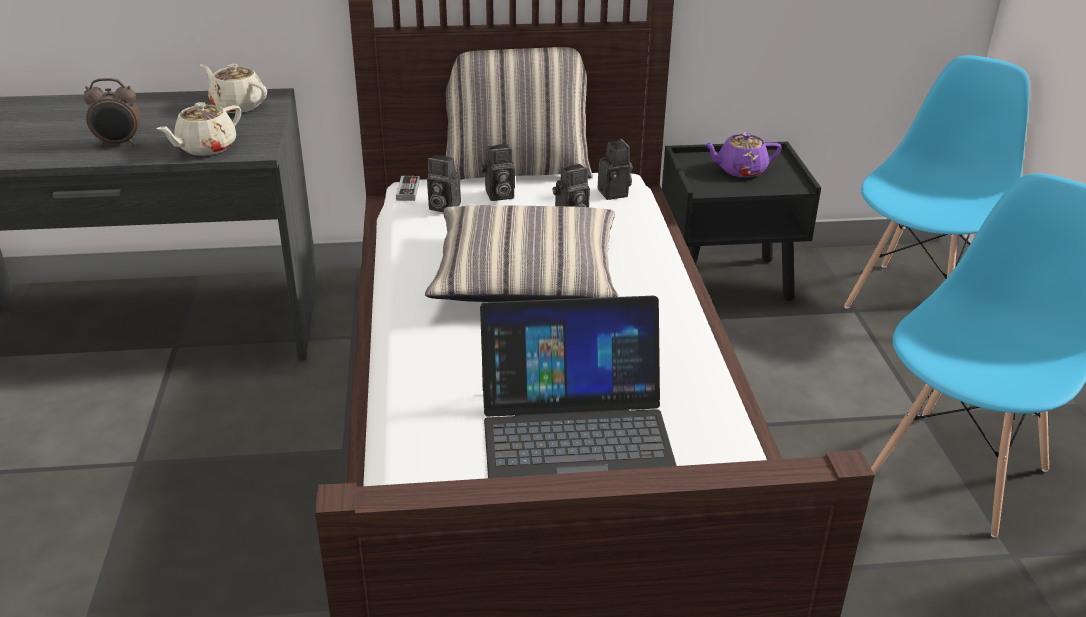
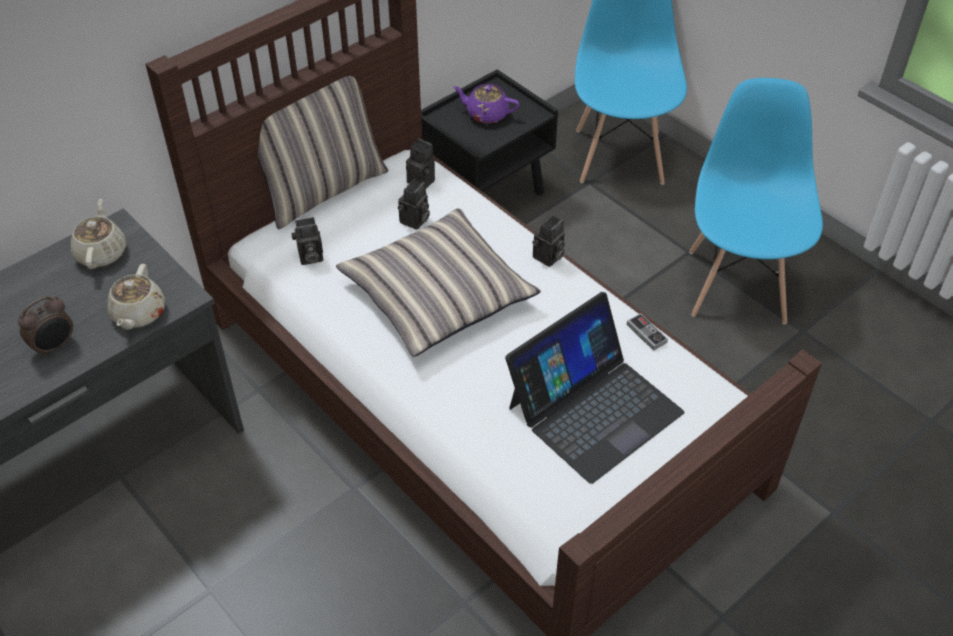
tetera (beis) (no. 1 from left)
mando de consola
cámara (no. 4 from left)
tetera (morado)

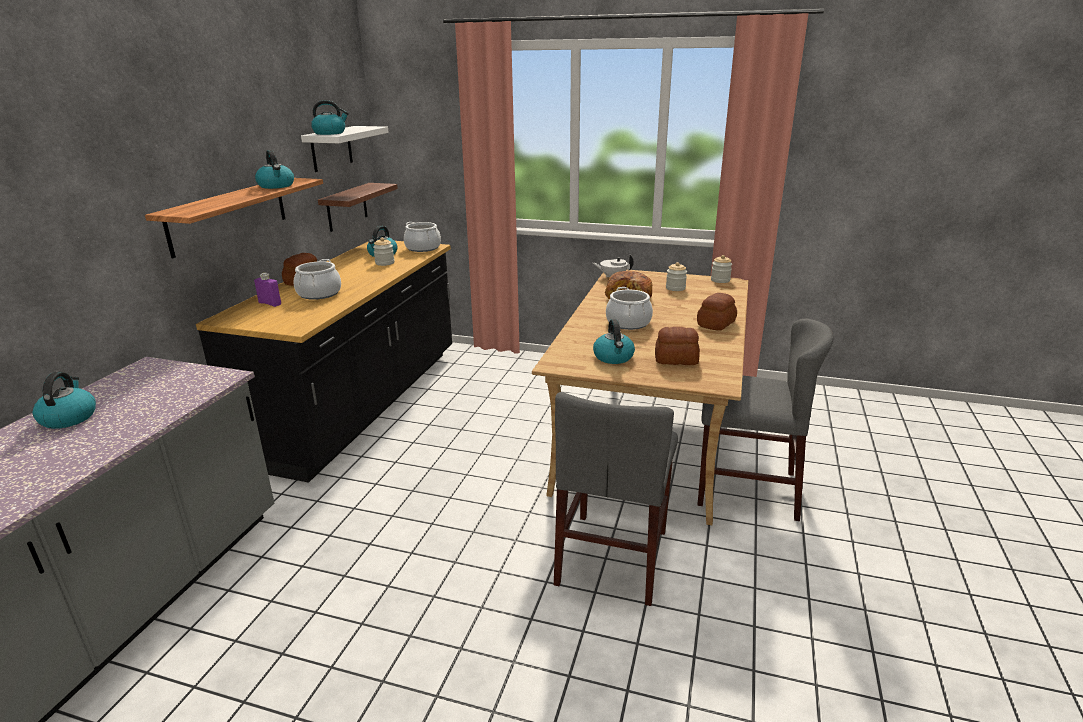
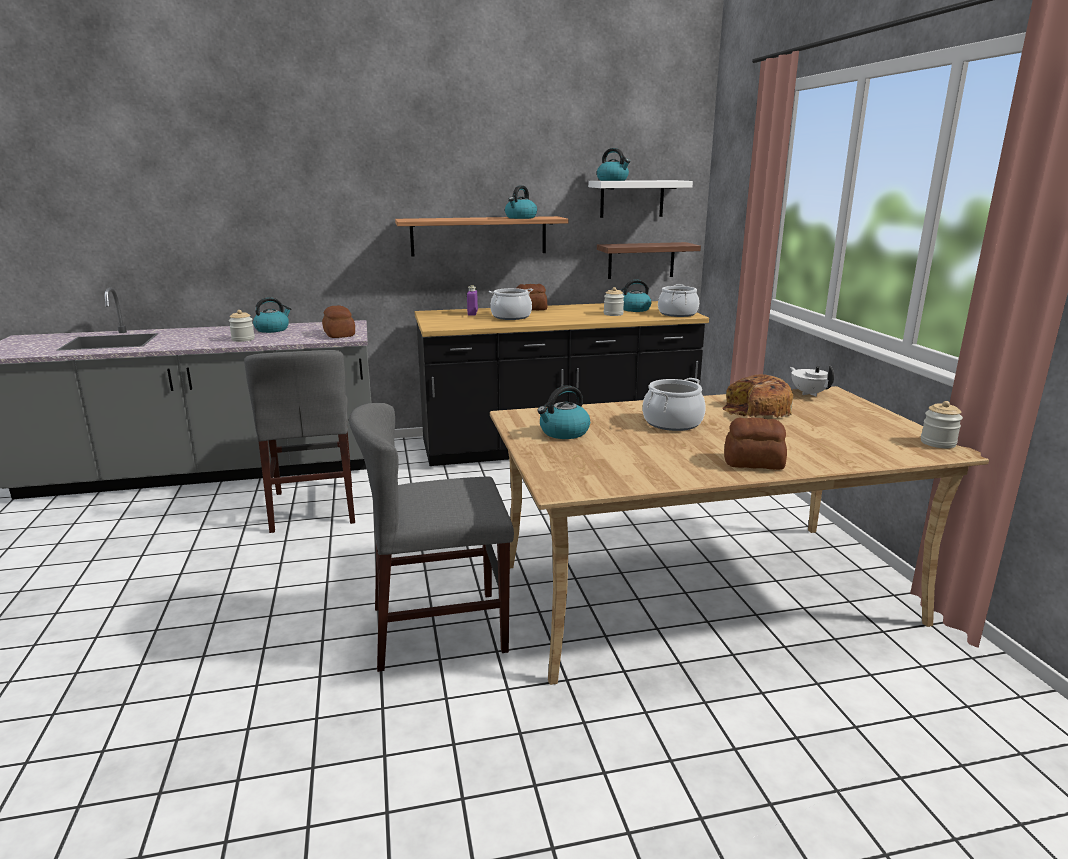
pan (no. 1 from left)
tarro (no. 1 from left)
silla (gris) (no. 1 from left)

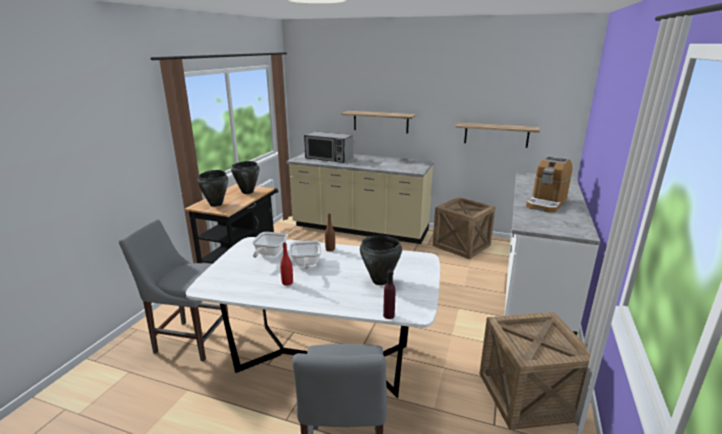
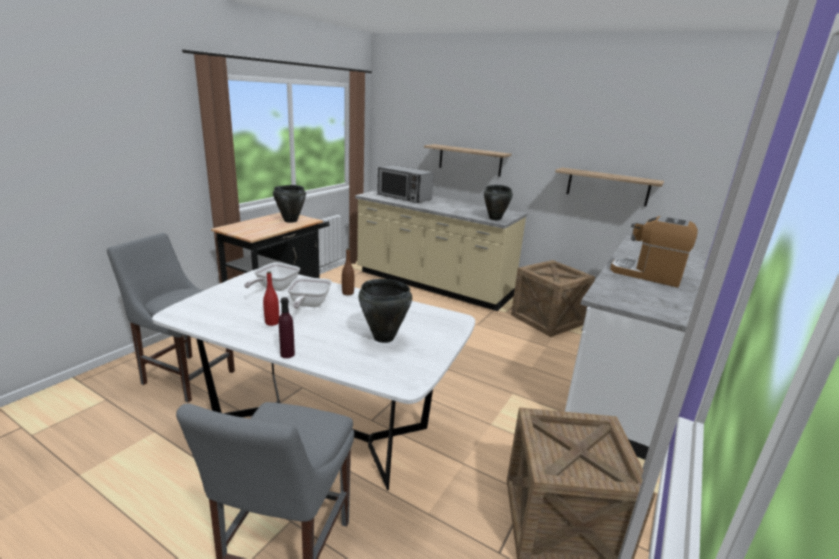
olla (negro) (no. 3 from left)
botella (morado)
cafetera

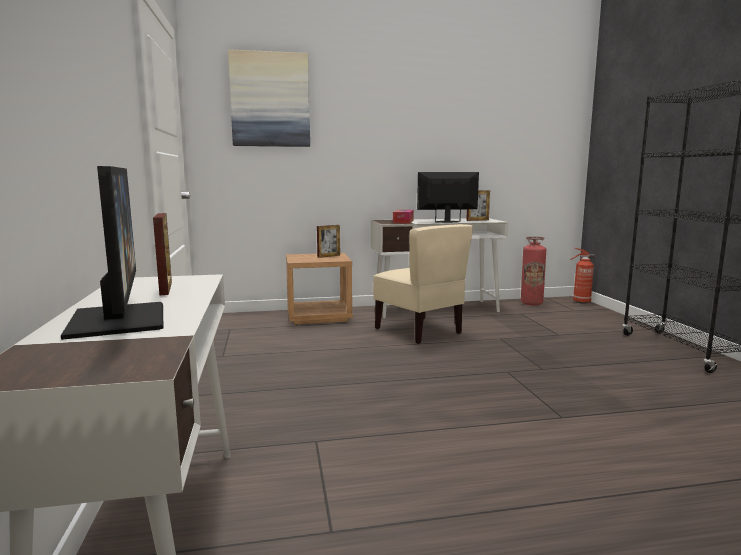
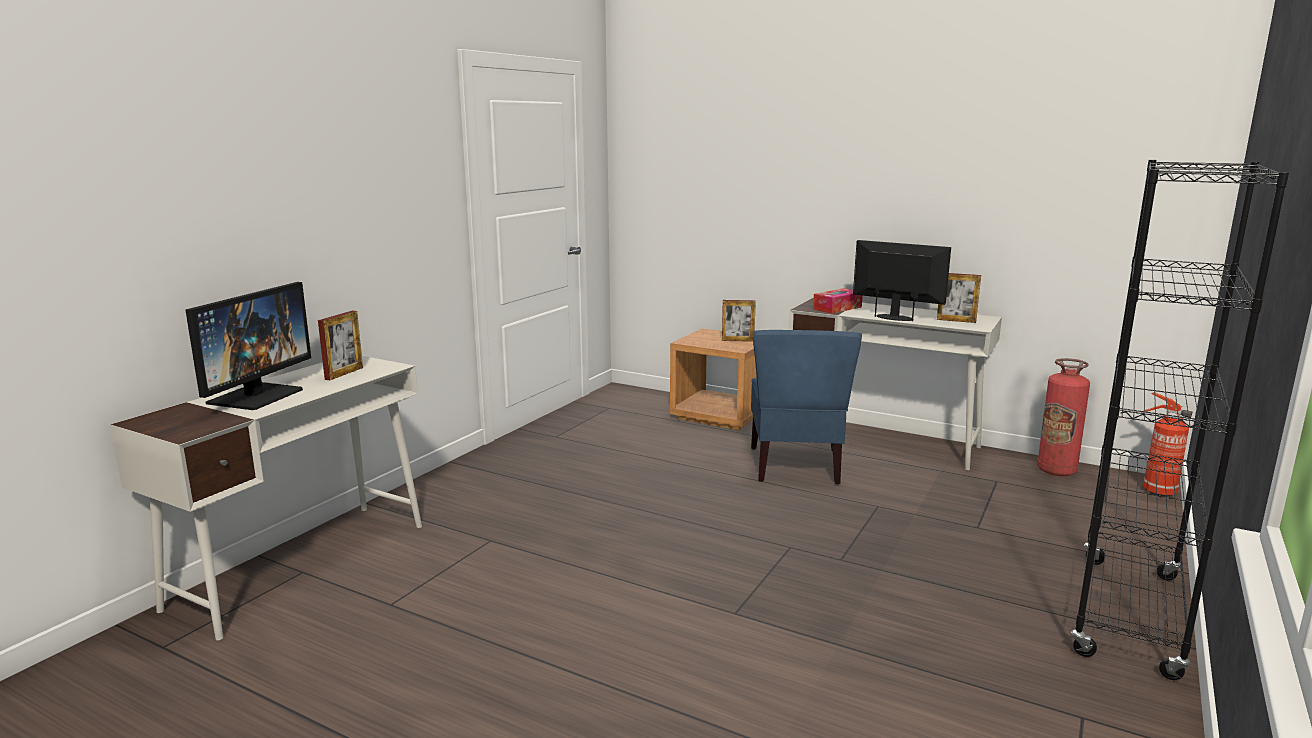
cuadro
silla (azul)

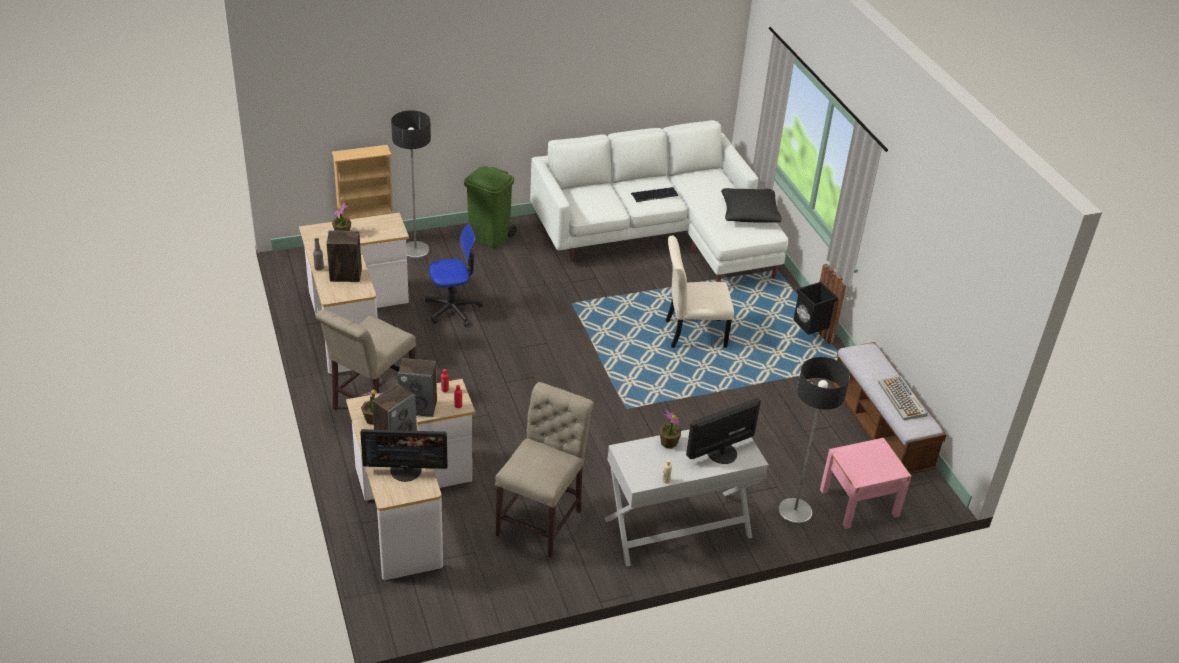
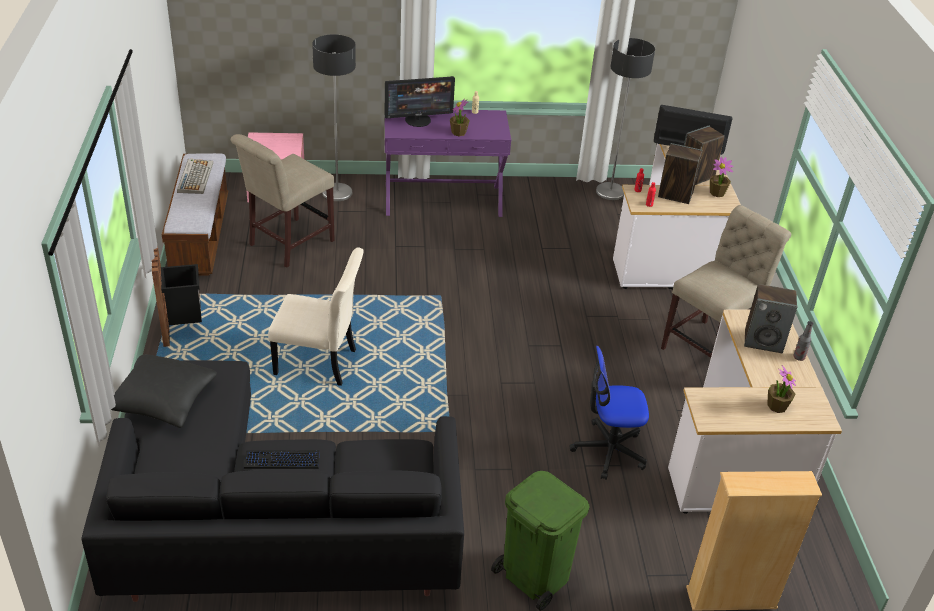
lámpara de pie (no. 2 from left)
silla (beis) (no. 1 from left)
sofá (negro)
mesa consola (morado)

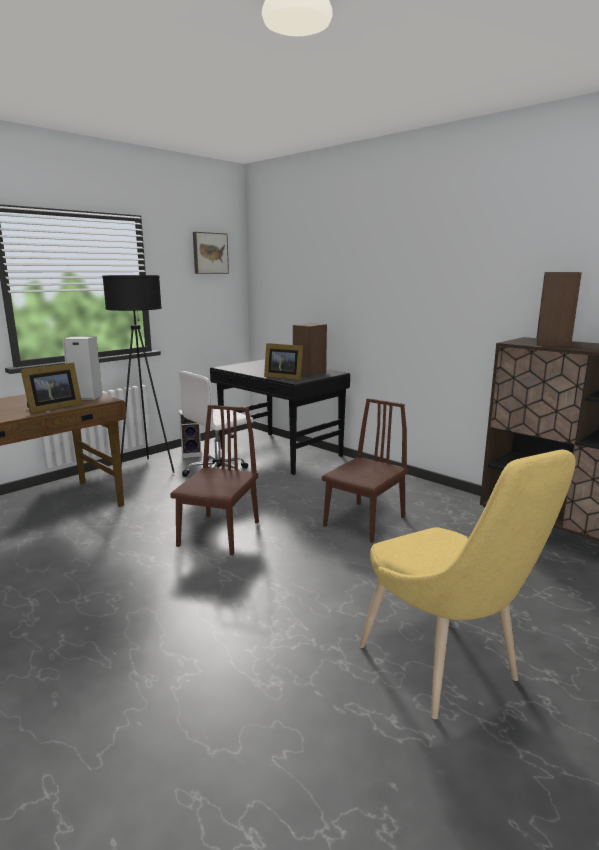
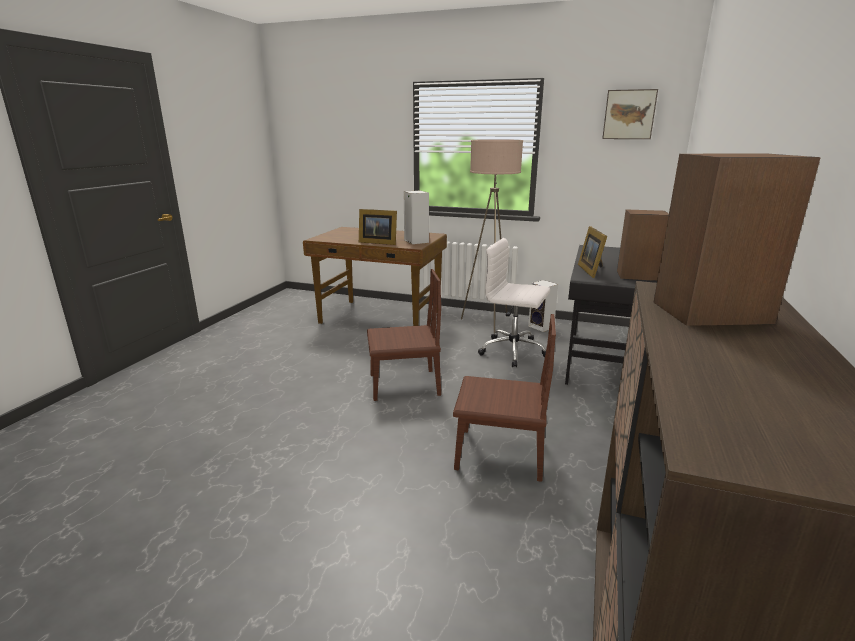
lámpara de pie (beis)
silla (amarillo)

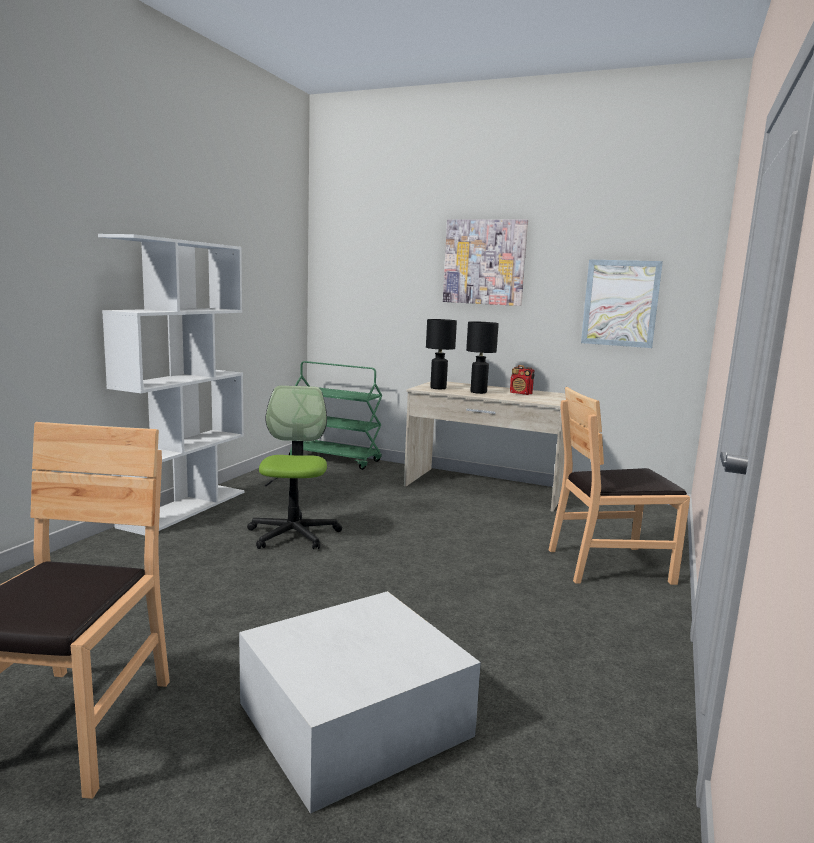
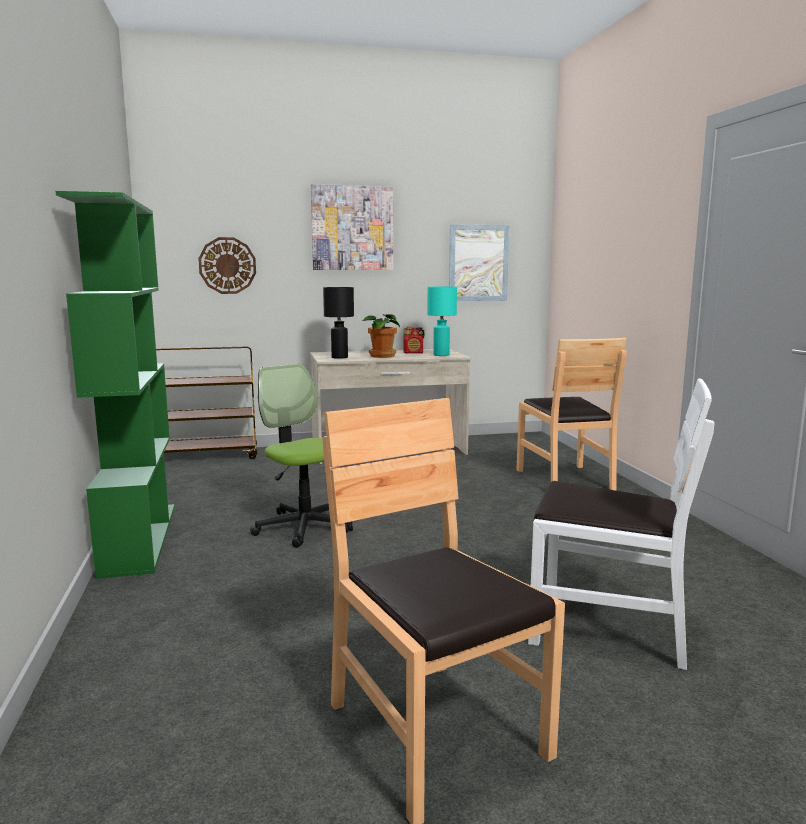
estantería (verde)
silla (blanco)
carrito (marrón)
planta en maceta
silla (marrón) (no. 2 from left)
reloj de pared
lámpara de mesa (turquesa)

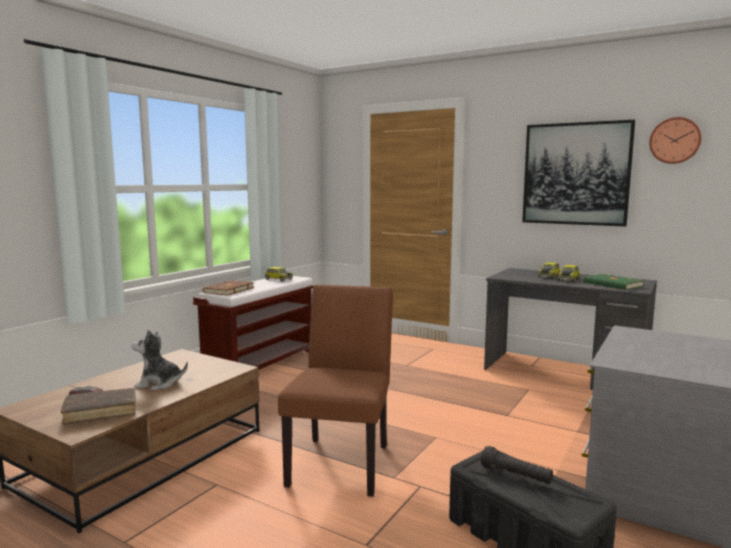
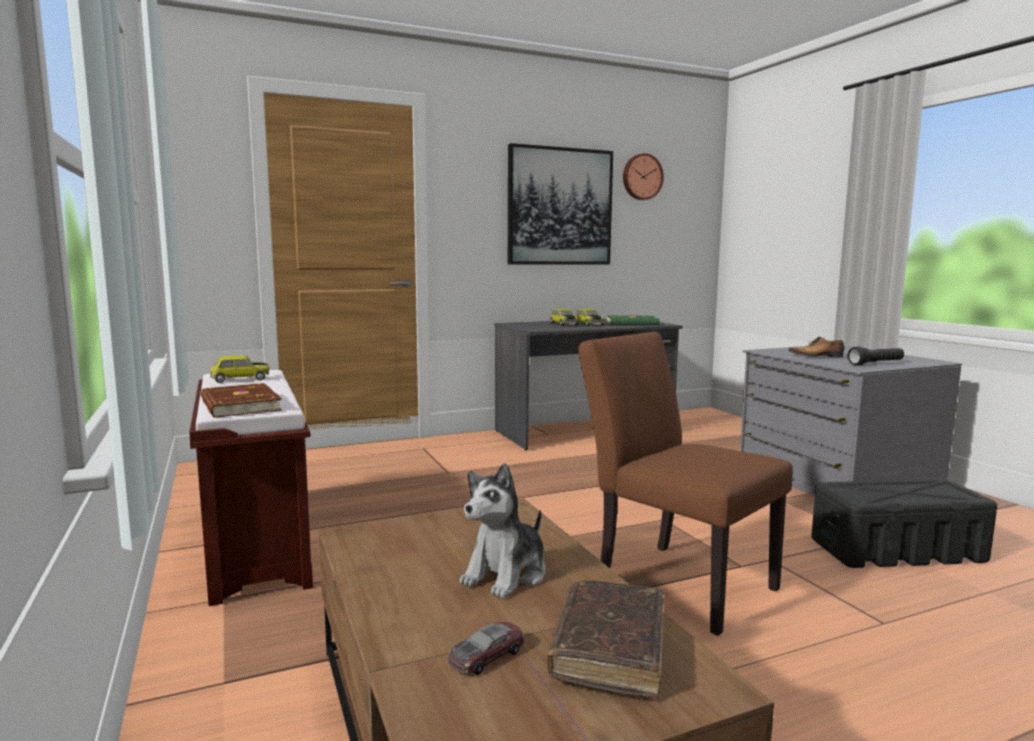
linterna (negro)
zapato

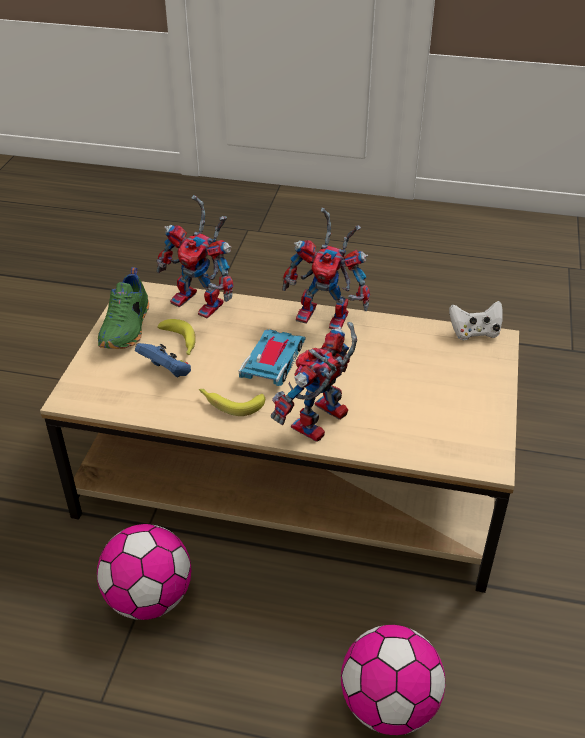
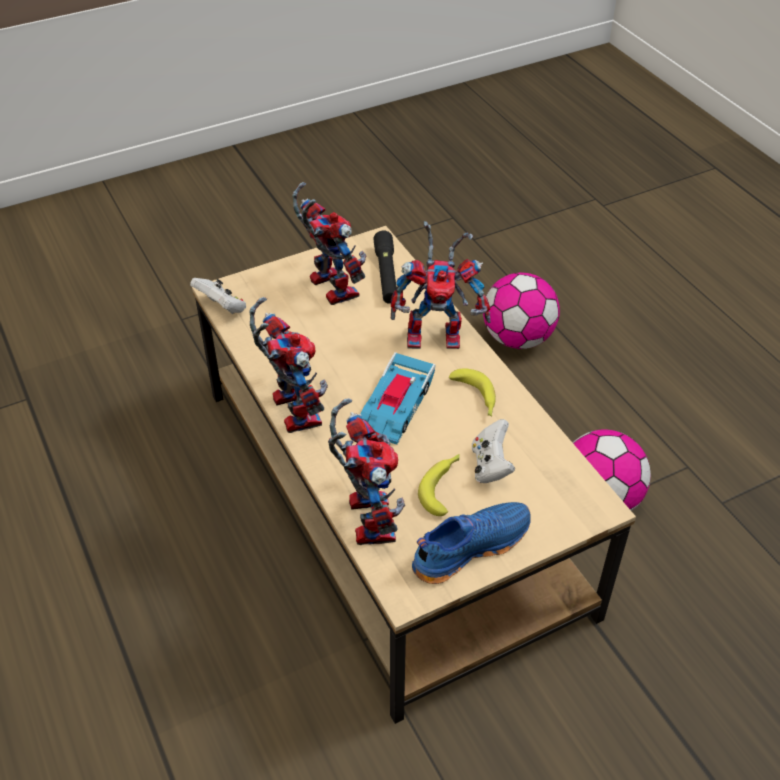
zapato (azul)
mando de consola (blanco) (no. 2 from left)
coche de juguete
robot de juguete (no. 2 from left)
linterna (negro)

